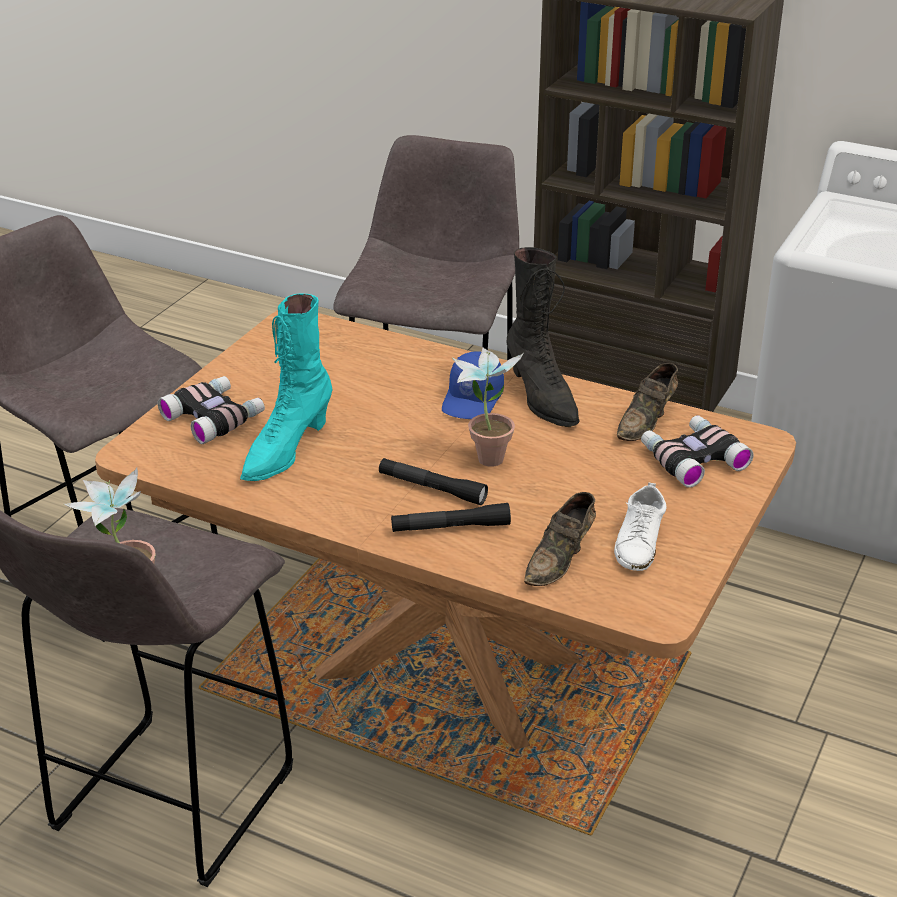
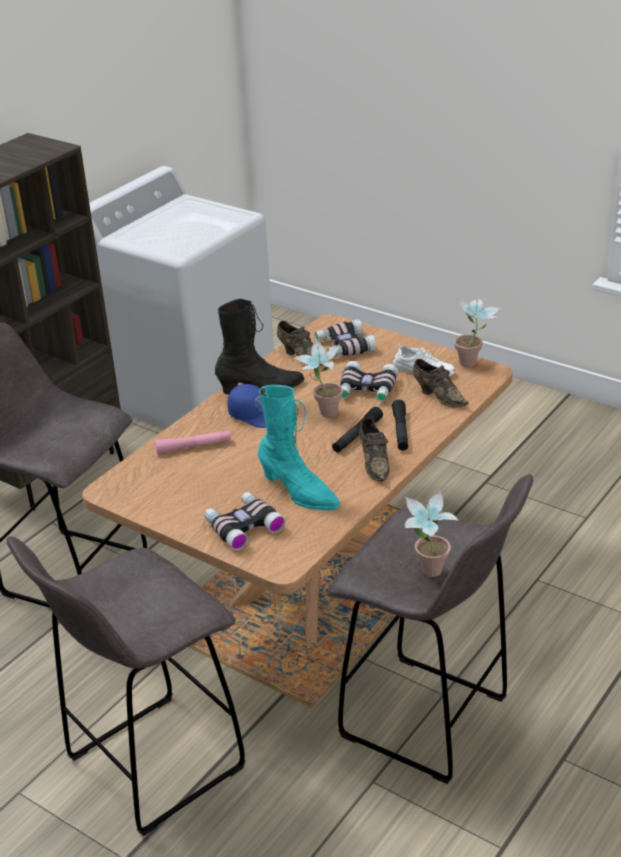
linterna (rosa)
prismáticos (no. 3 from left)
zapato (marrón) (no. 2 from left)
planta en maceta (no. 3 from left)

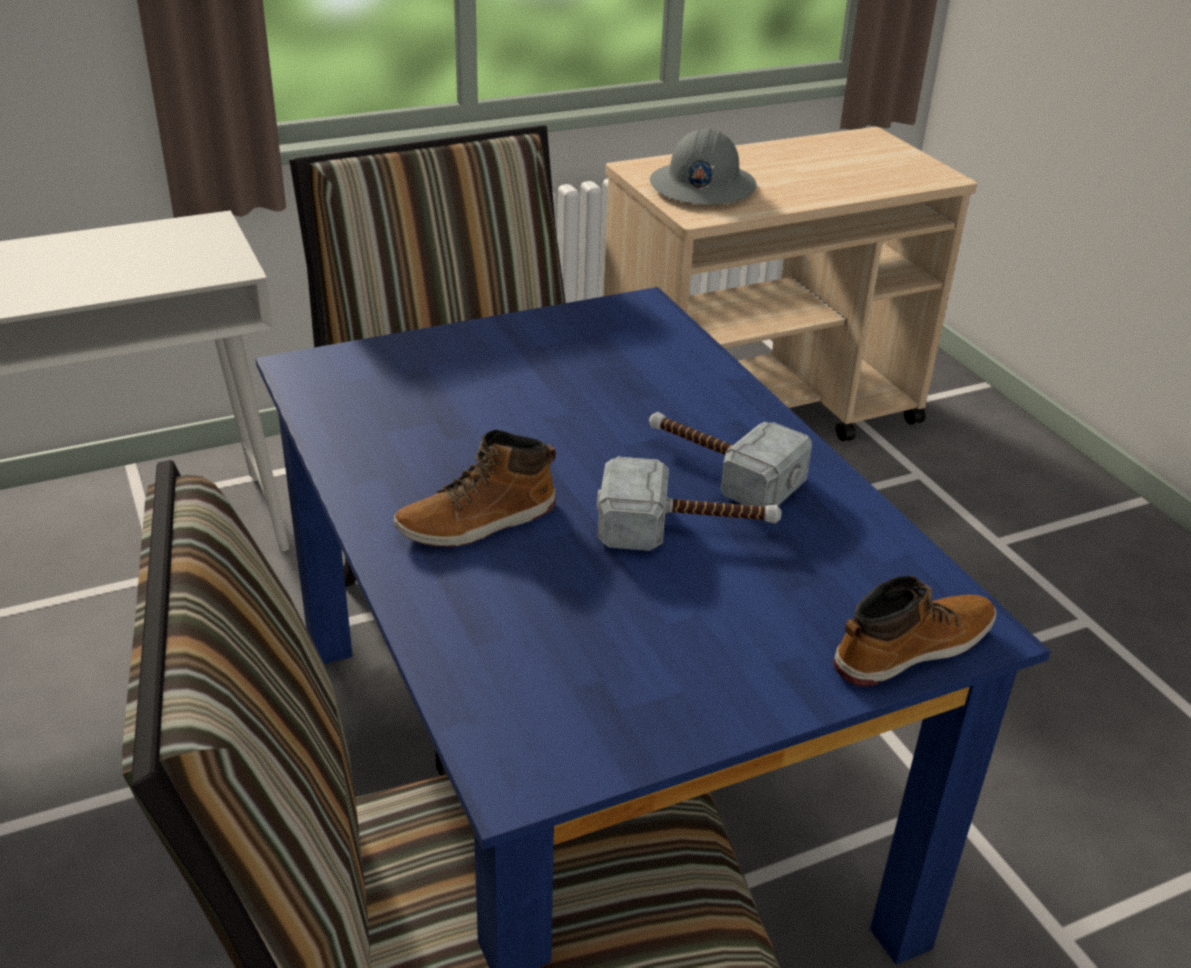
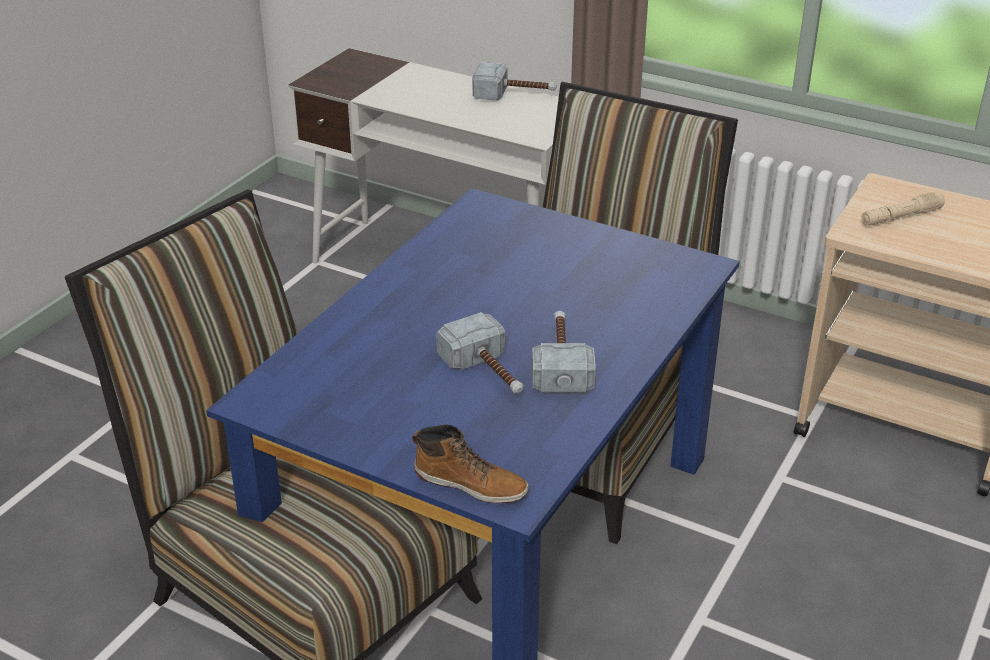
bota (no. 1 from left in the first image)
linterna (beis)
martillo (no. 2 from left)

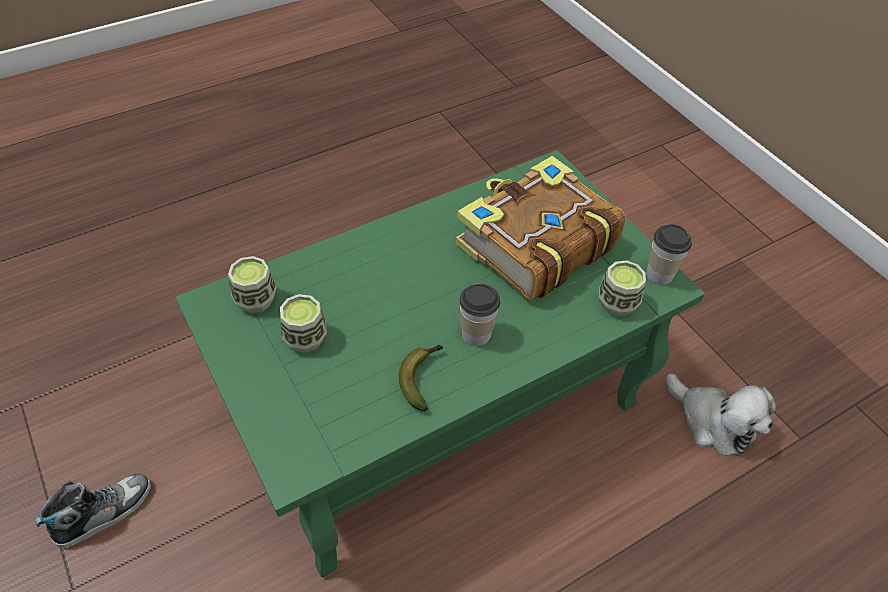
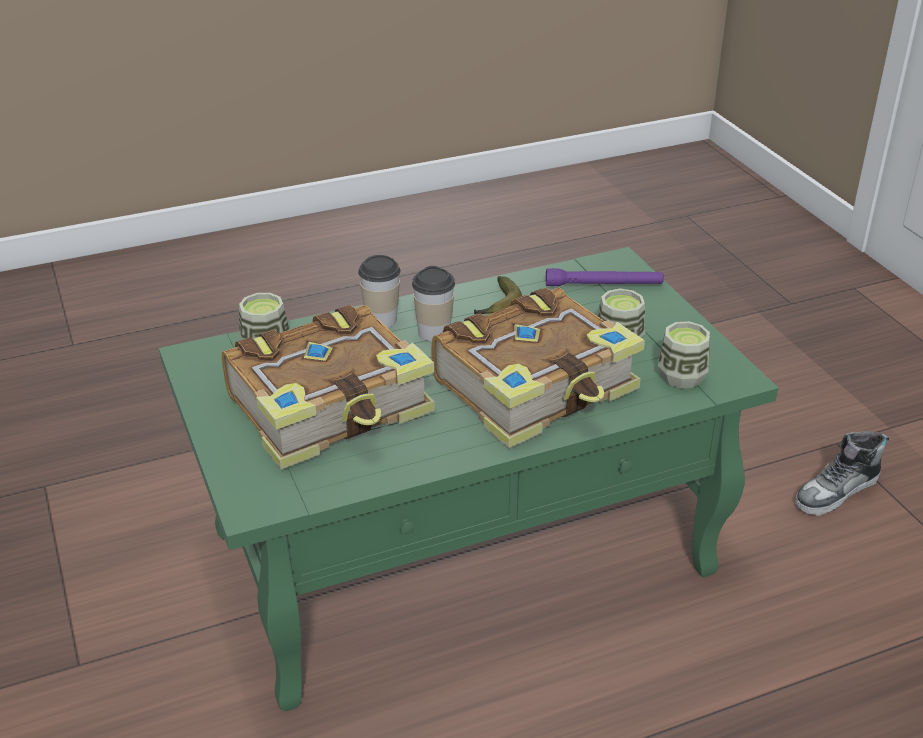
taza (no. 2 from left)
peluche
libro (no. 2 from left)
linterna (morado)

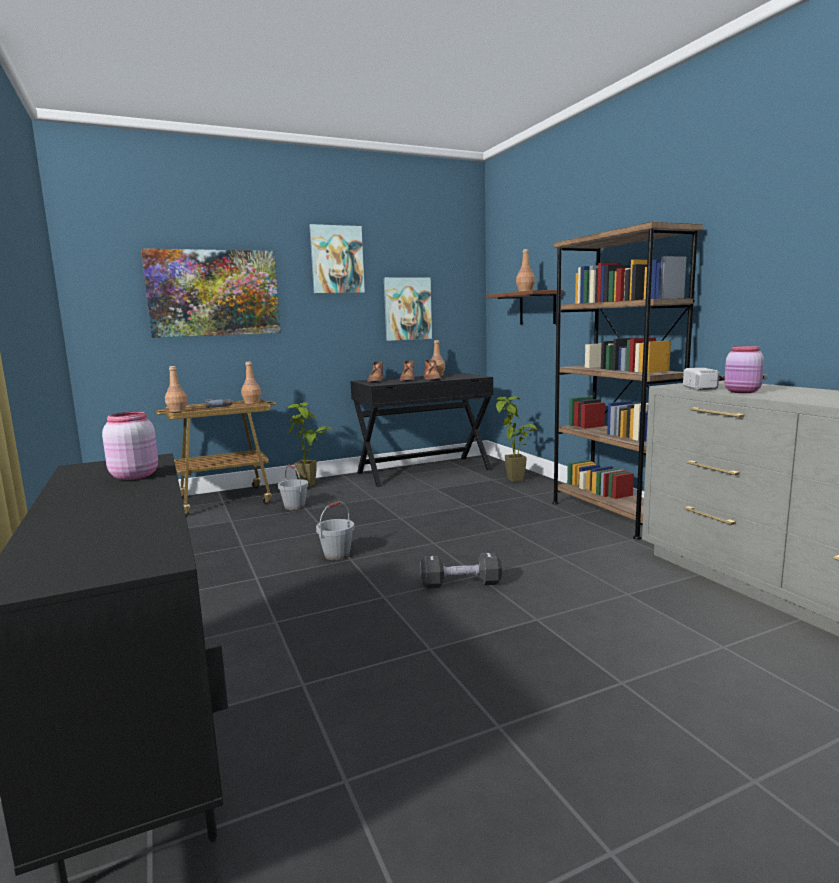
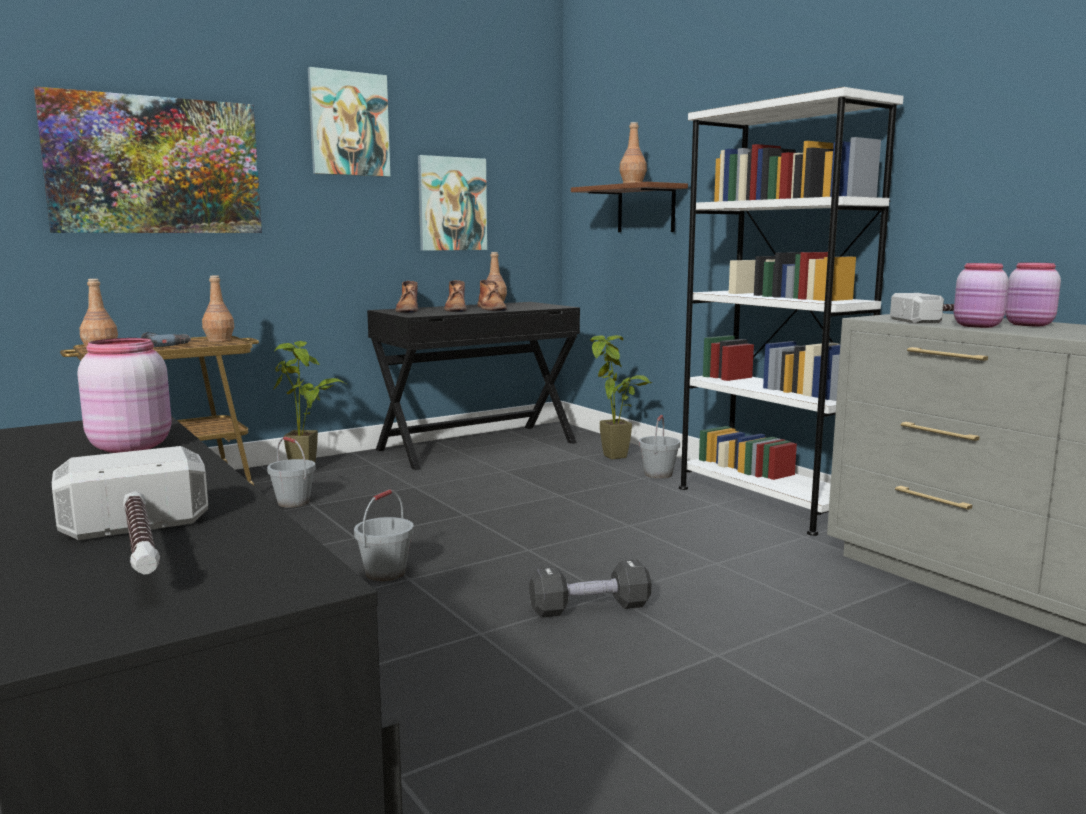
estantería (blanco)
martillo (no. 1 from left)
cubo (gris) (no. 3 from left)
tarro (rosa) (no. 3 from left)

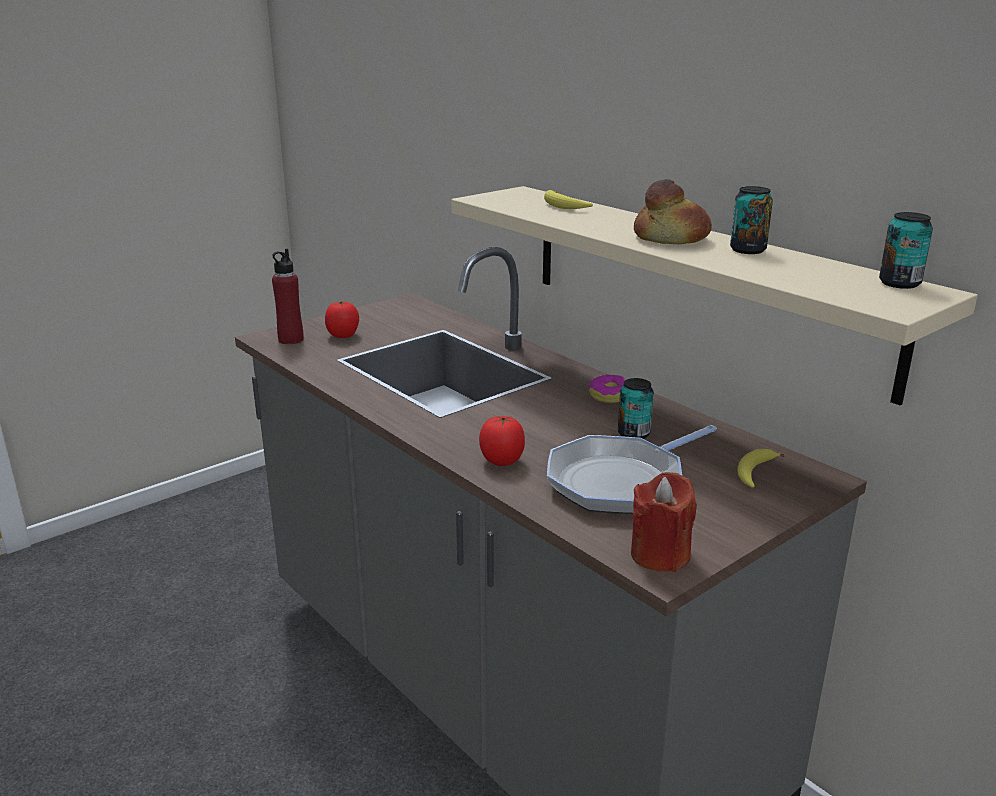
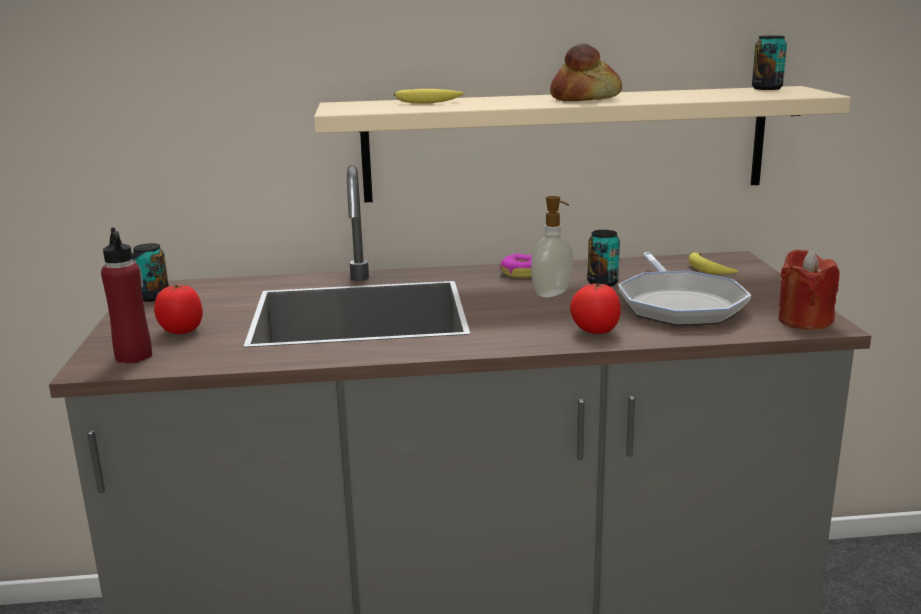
lata (no. 1 from left)
dispensador de jabón

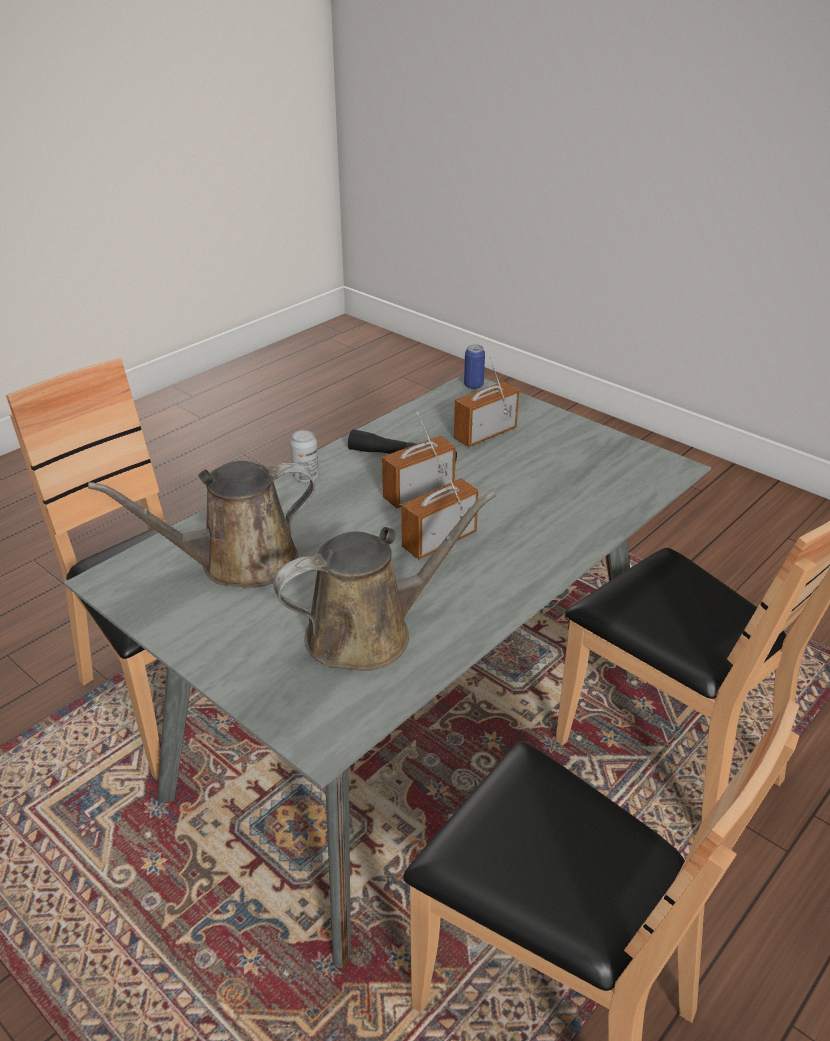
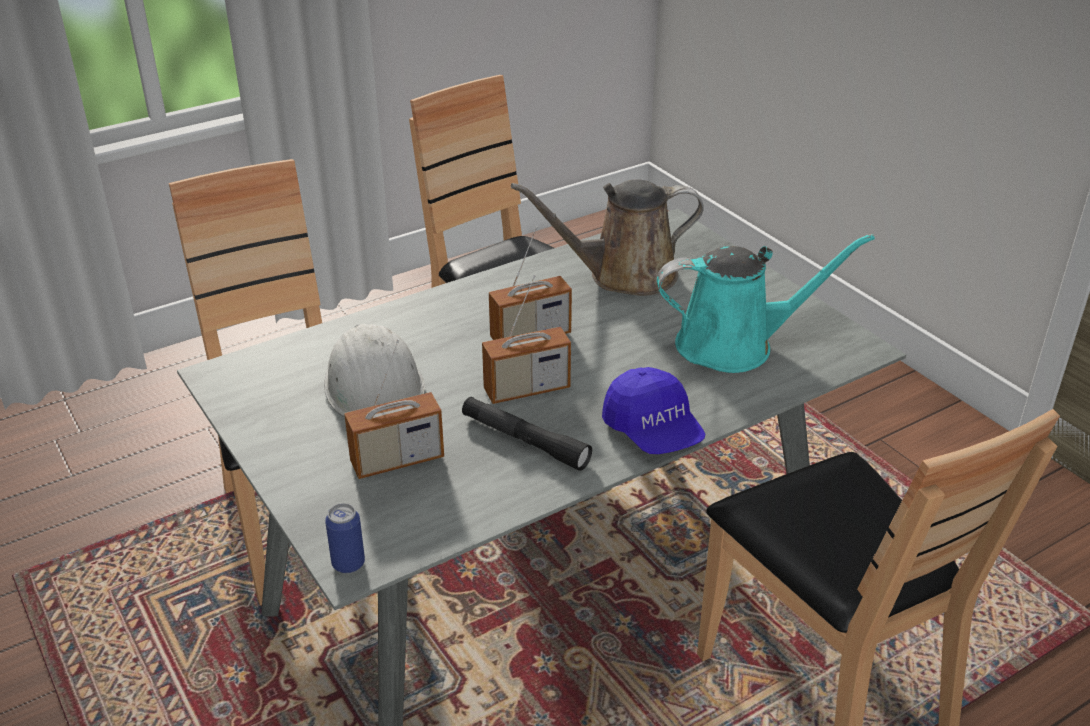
regadera (turquesa)
gorra (azul)
casco (blanco)

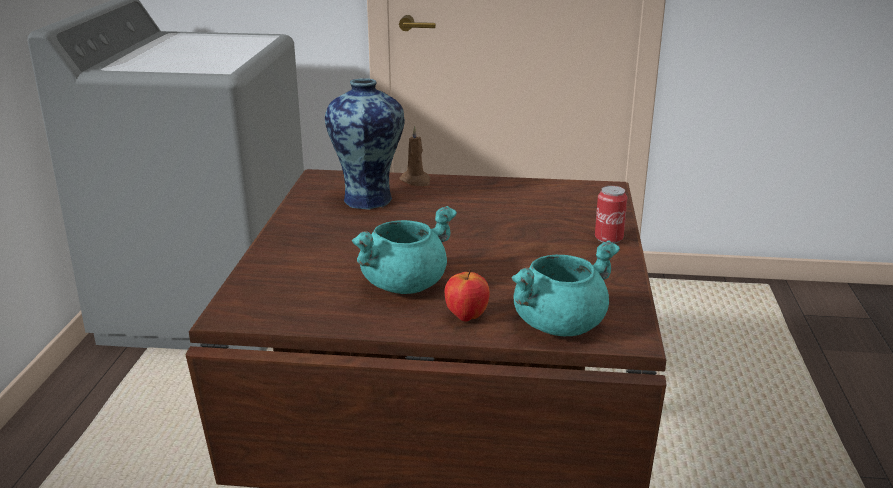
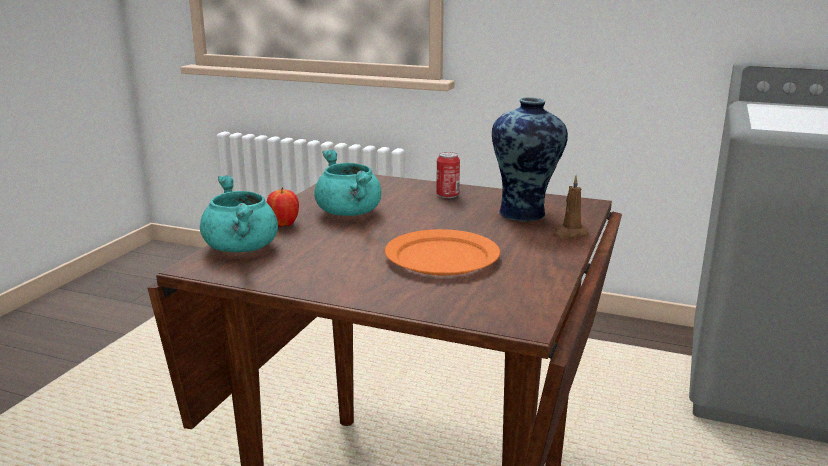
lata
plato (naranja)

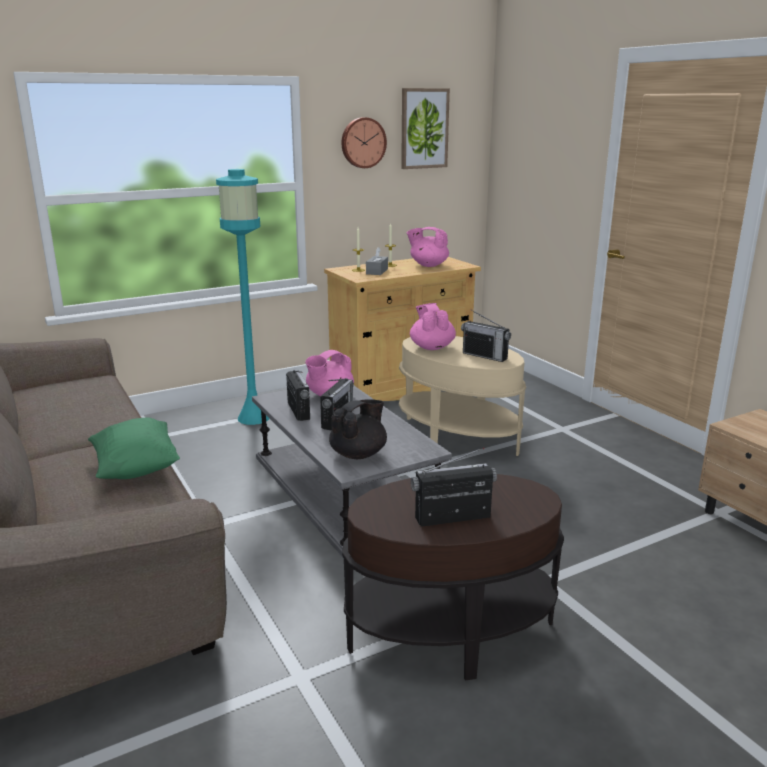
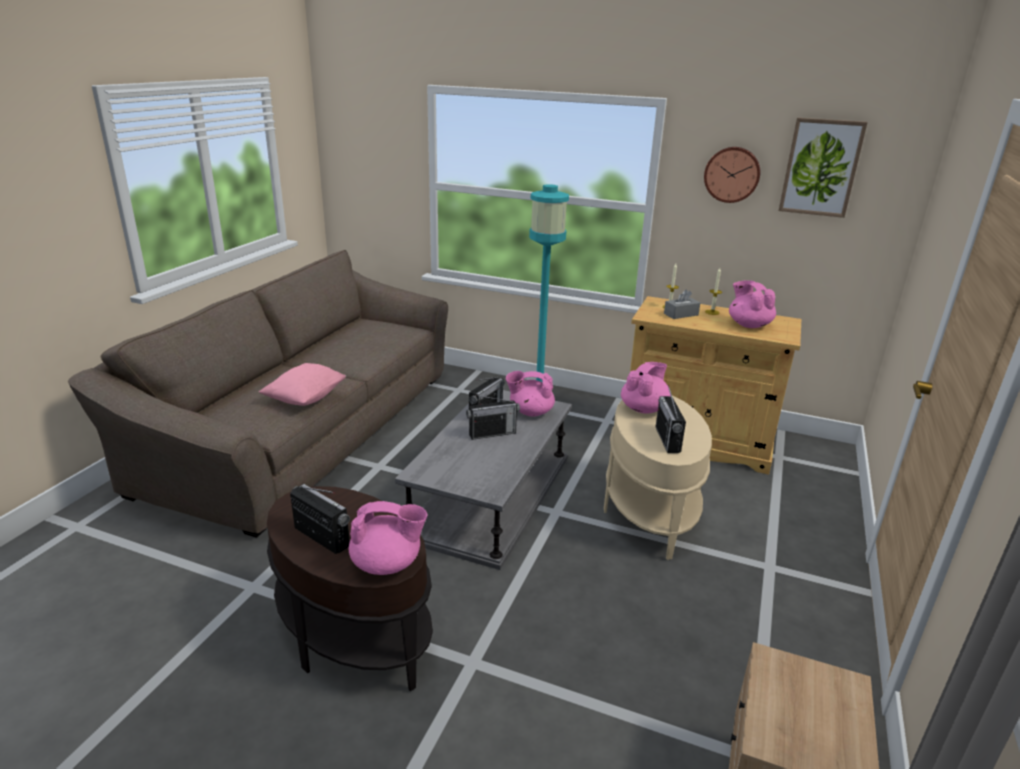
cojín (rosa)
tetera (negro)
tetera (rosa) (no. 1 from left)

